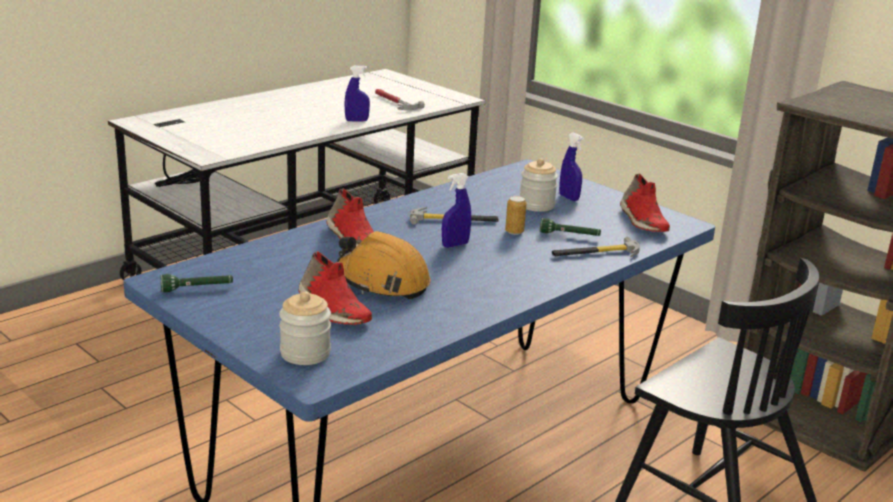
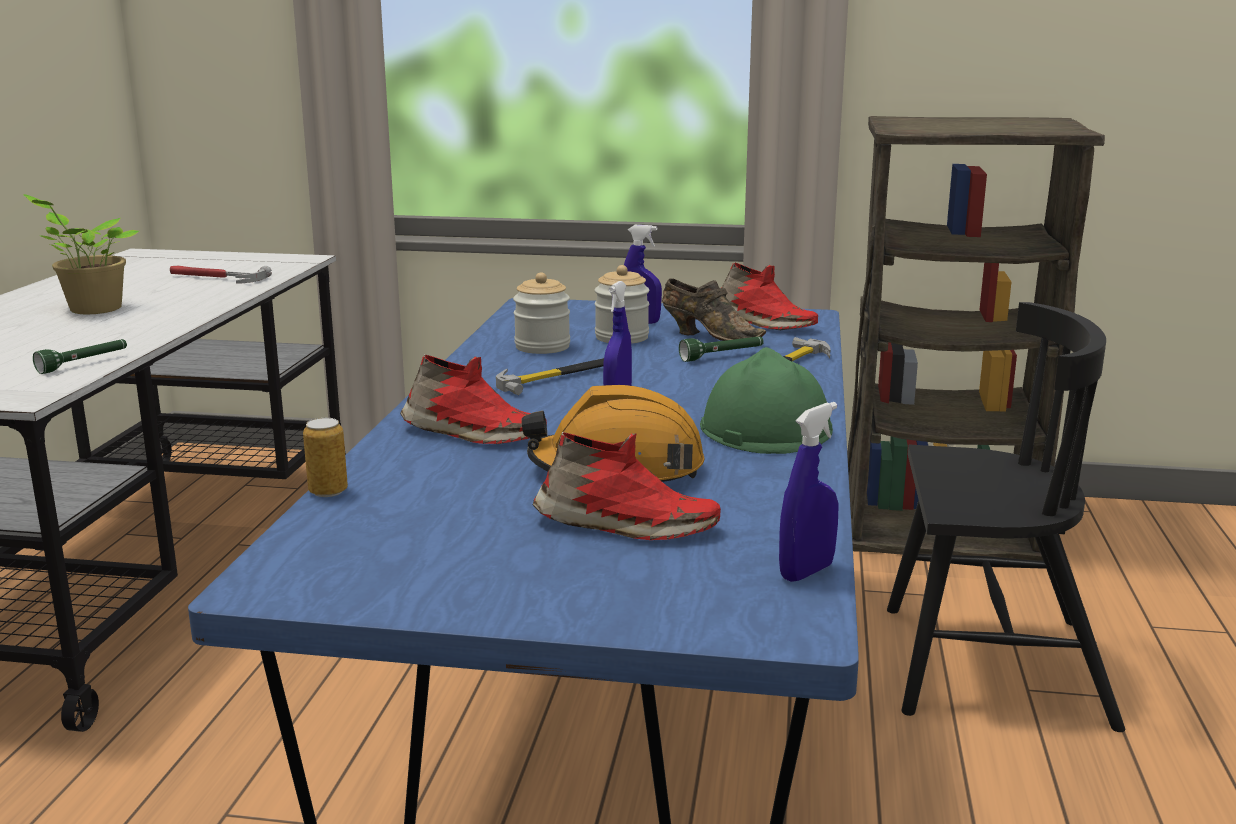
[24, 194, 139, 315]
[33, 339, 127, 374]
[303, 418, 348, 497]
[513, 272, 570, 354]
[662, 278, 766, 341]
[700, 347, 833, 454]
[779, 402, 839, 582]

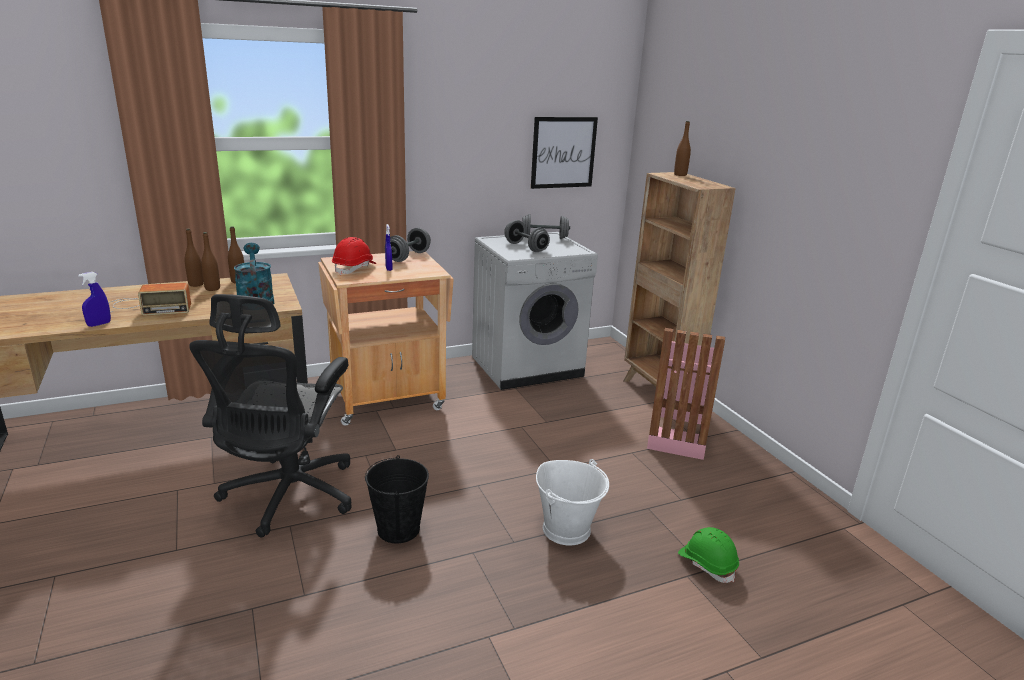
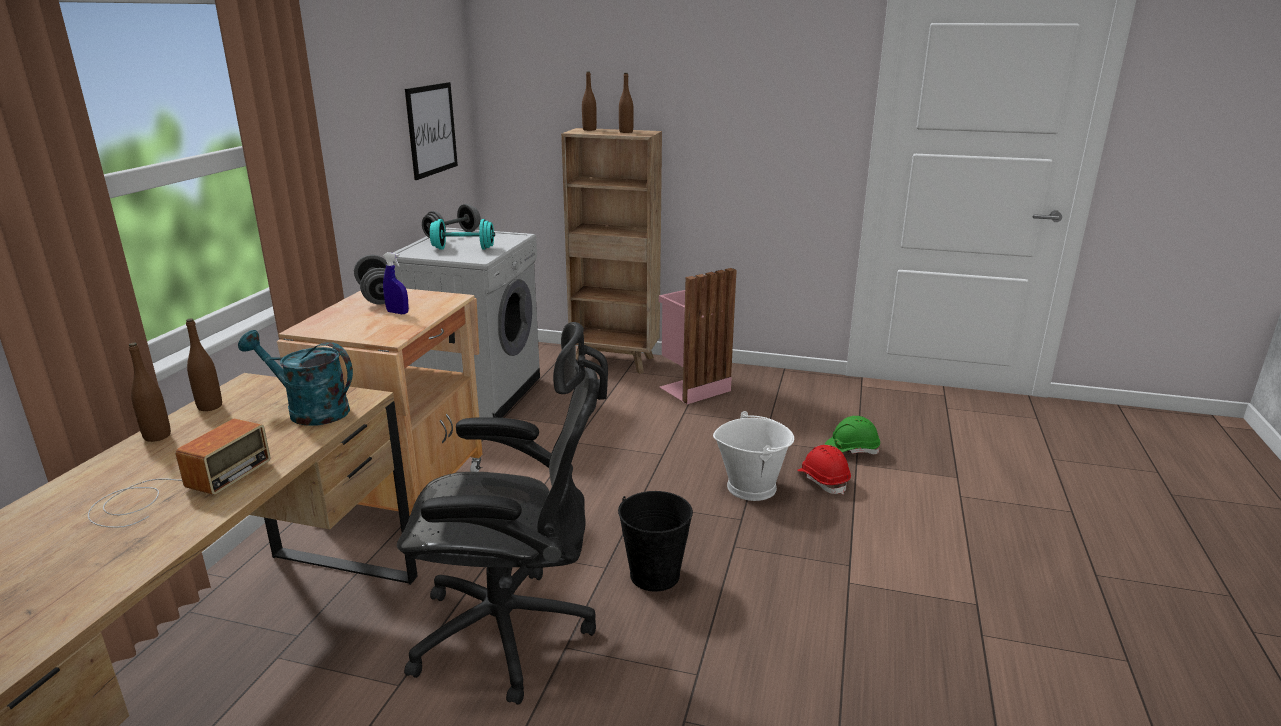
[397, 322, 608, 705]
[429, 219, 495, 250]
[619, 73, 634, 133]
[797, 445, 851, 495]
[78, 272, 111, 327] (first image)

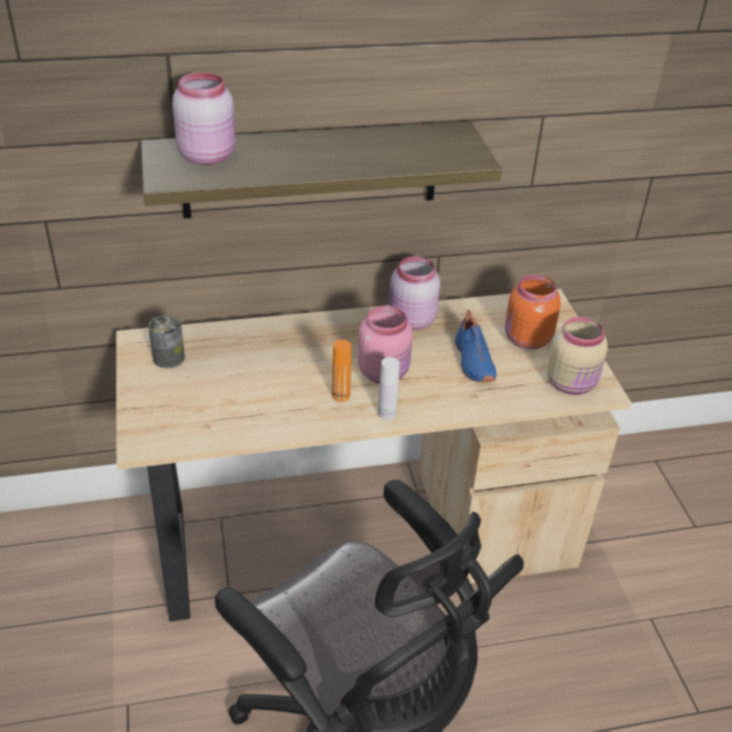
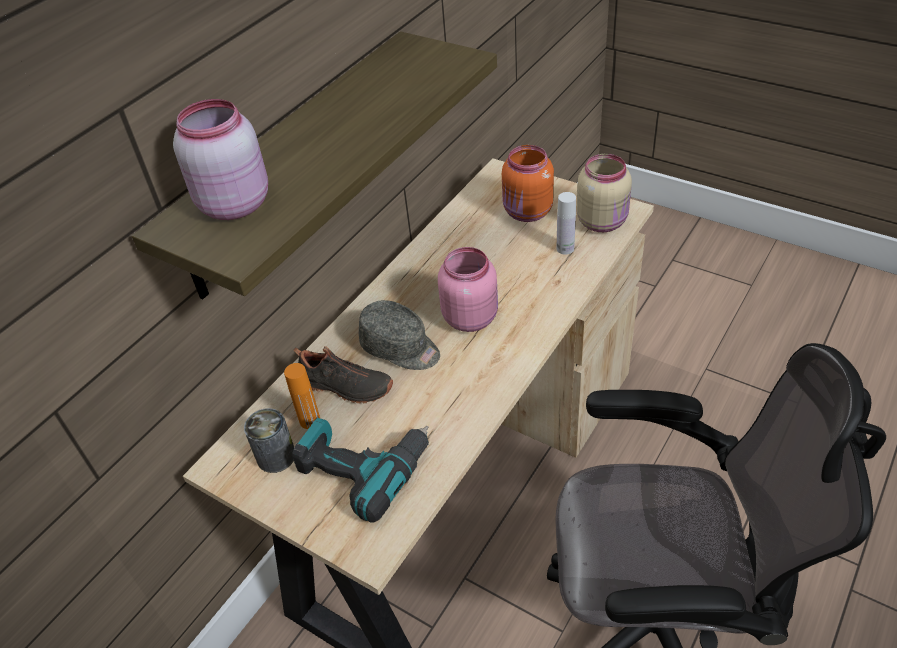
[284, 363, 320, 429]
[292, 418, 429, 523]
[293, 346, 393, 403]
[359, 300, 440, 370]
[557, 192, 576, 255]
[389, 256, 440, 330] (first image)
[455, 310, 496, 382] (first image)

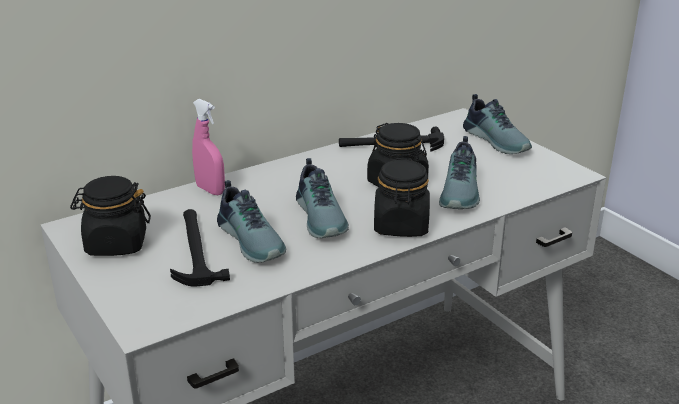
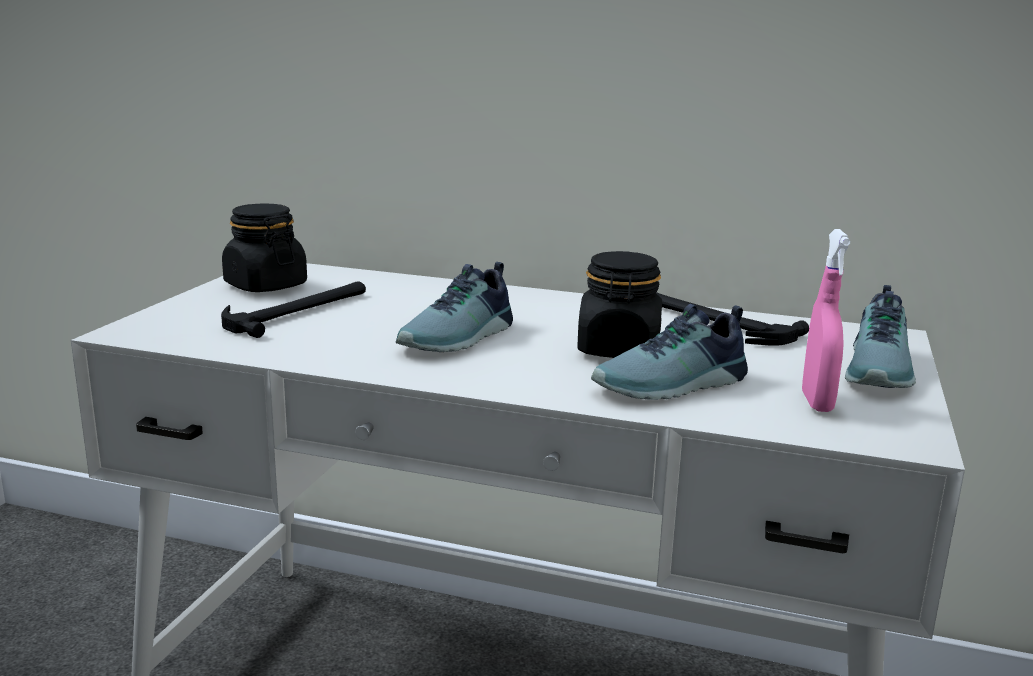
[802, 229, 850, 412]
[217, 180, 286, 263] (first image)
[374, 158, 430, 237] (first image)

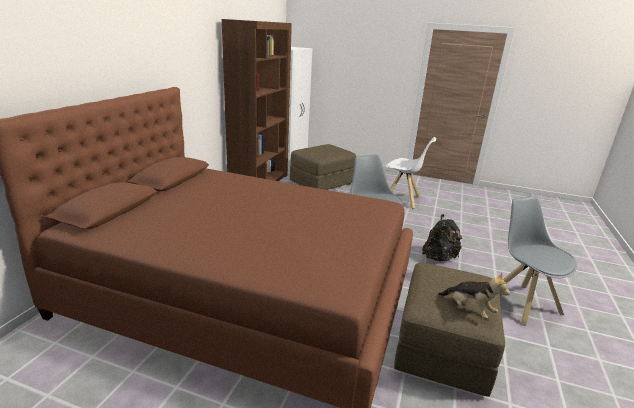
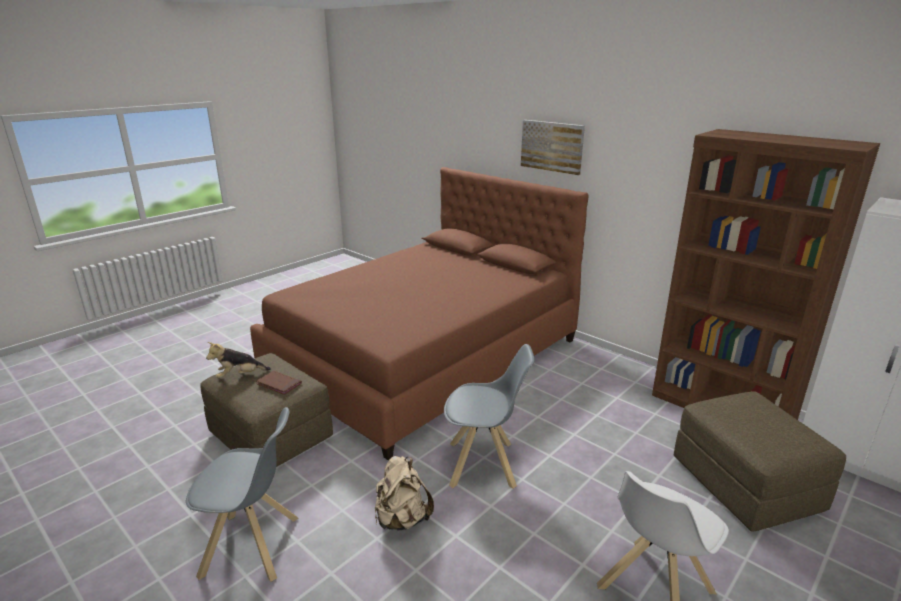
[256, 371, 302, 395]
[375, 456, 434, 530]
[521, 120, 585, 175]

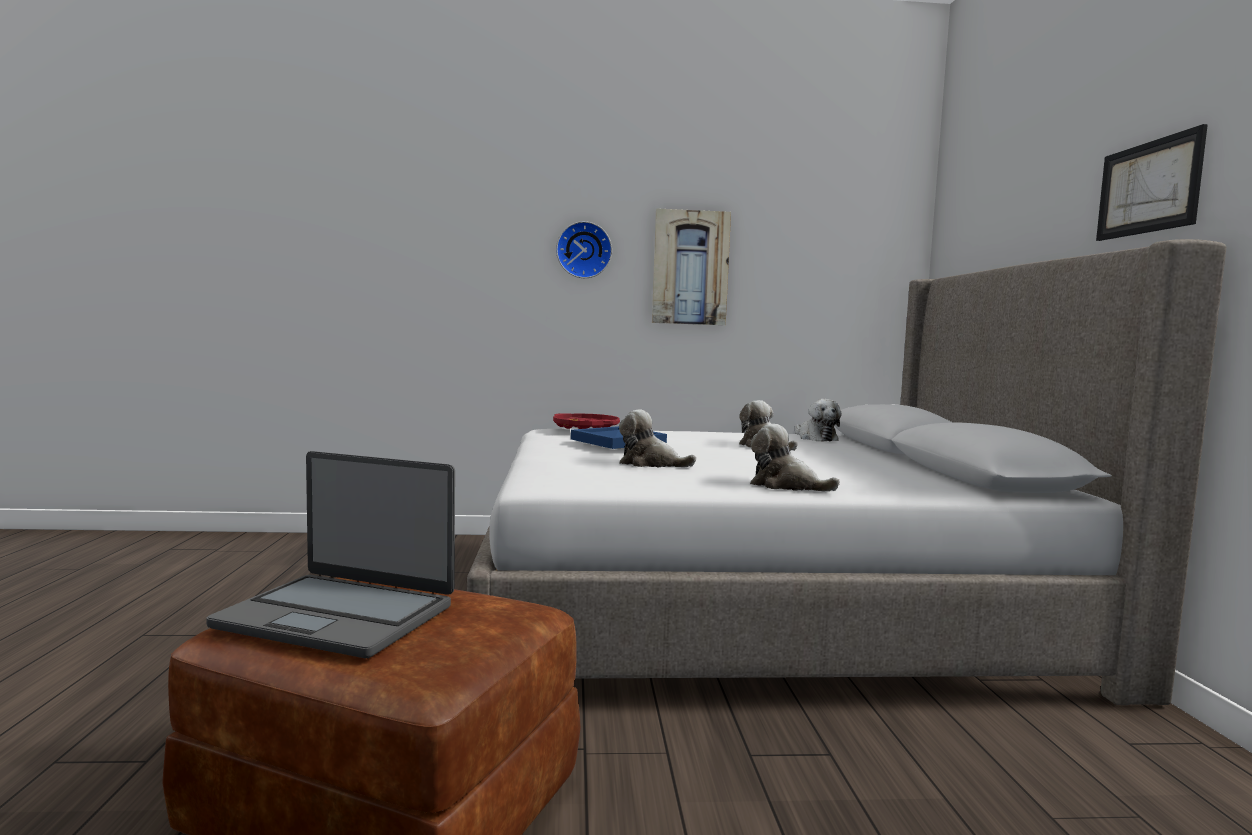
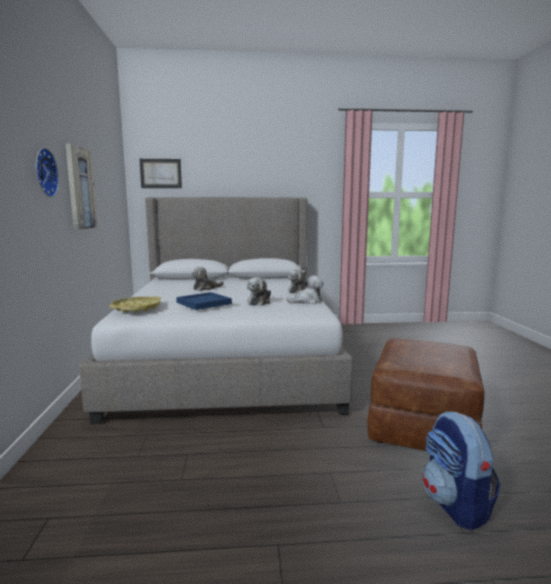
[109, 297, 161, 313]
[139, 159, 182, 188]
[286, 275, 324, 304]
[423, 411, 500, 530]
[206, 451, 455, 658] (first image)

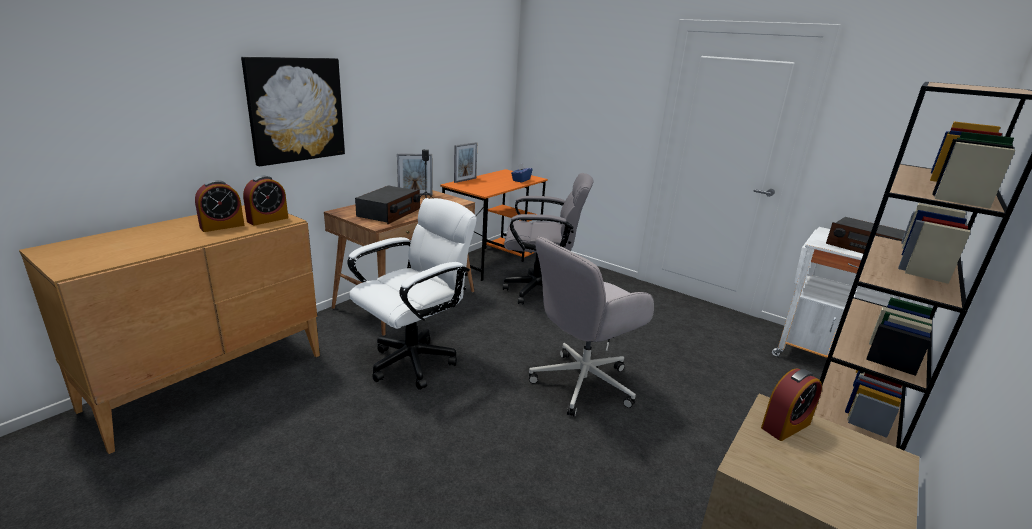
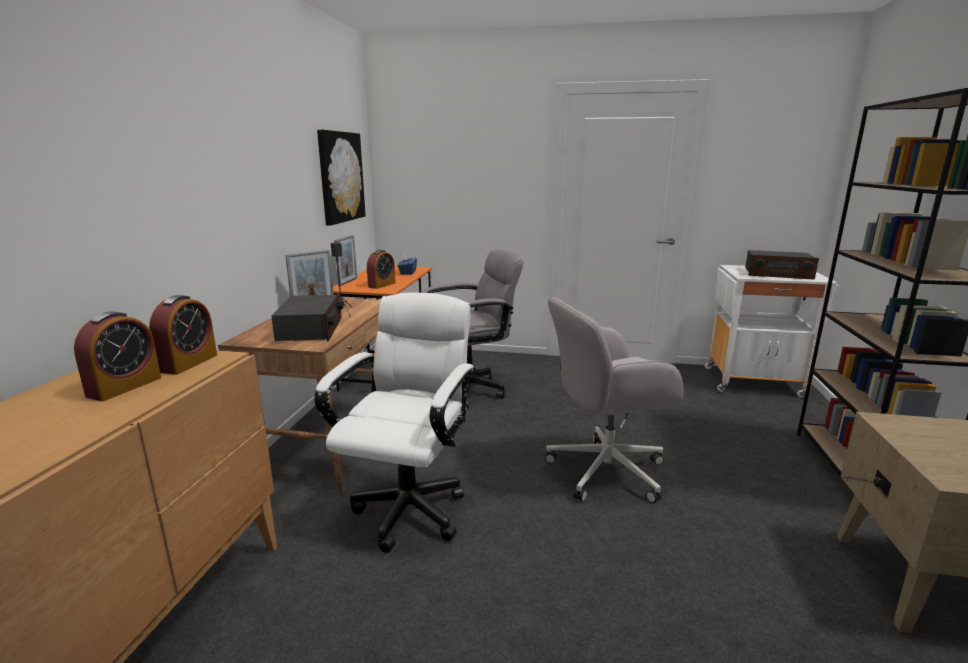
[317, 130, 366, 226]
[367, 250, 396, 289]
[545, 297, 684, 503]

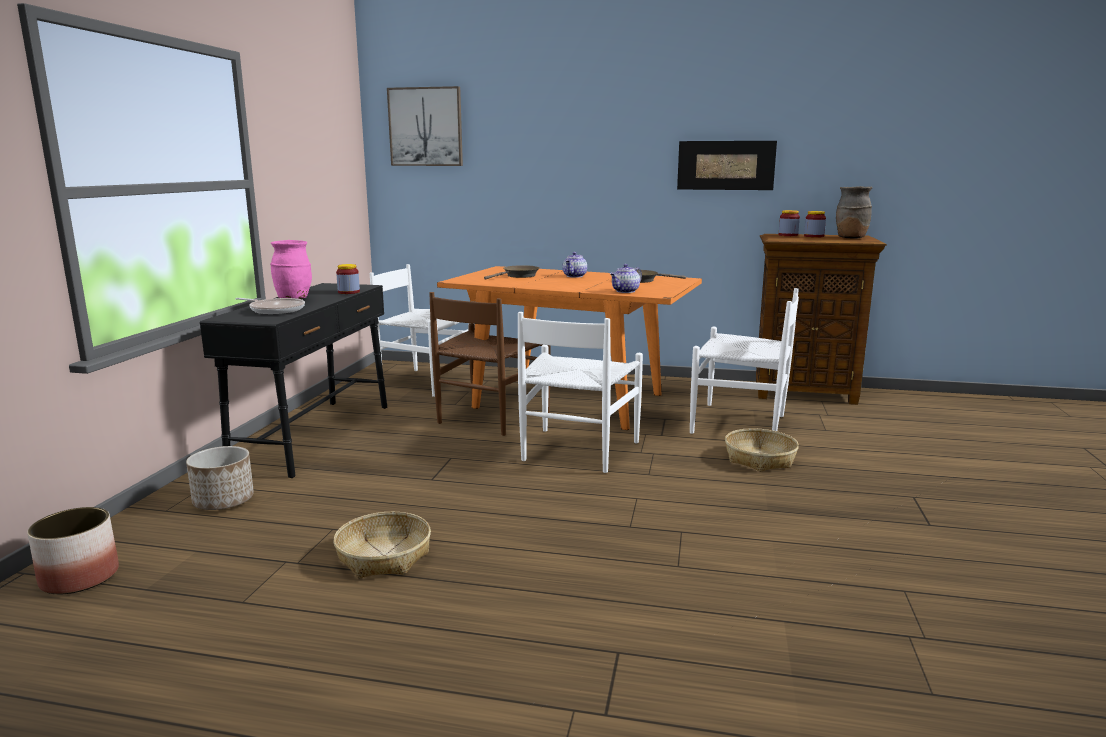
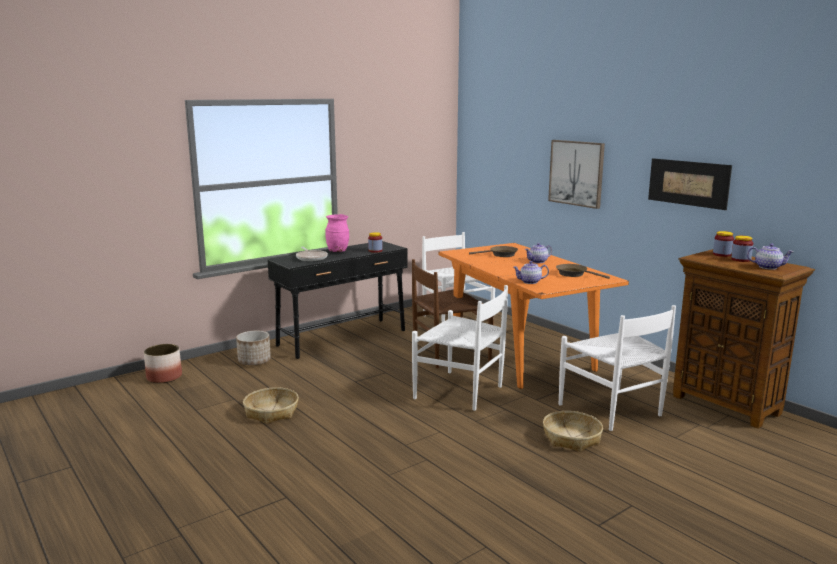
[412, 285, 508, 411]
[548, 140, 605, 209]
[747, 244, 794, 270]

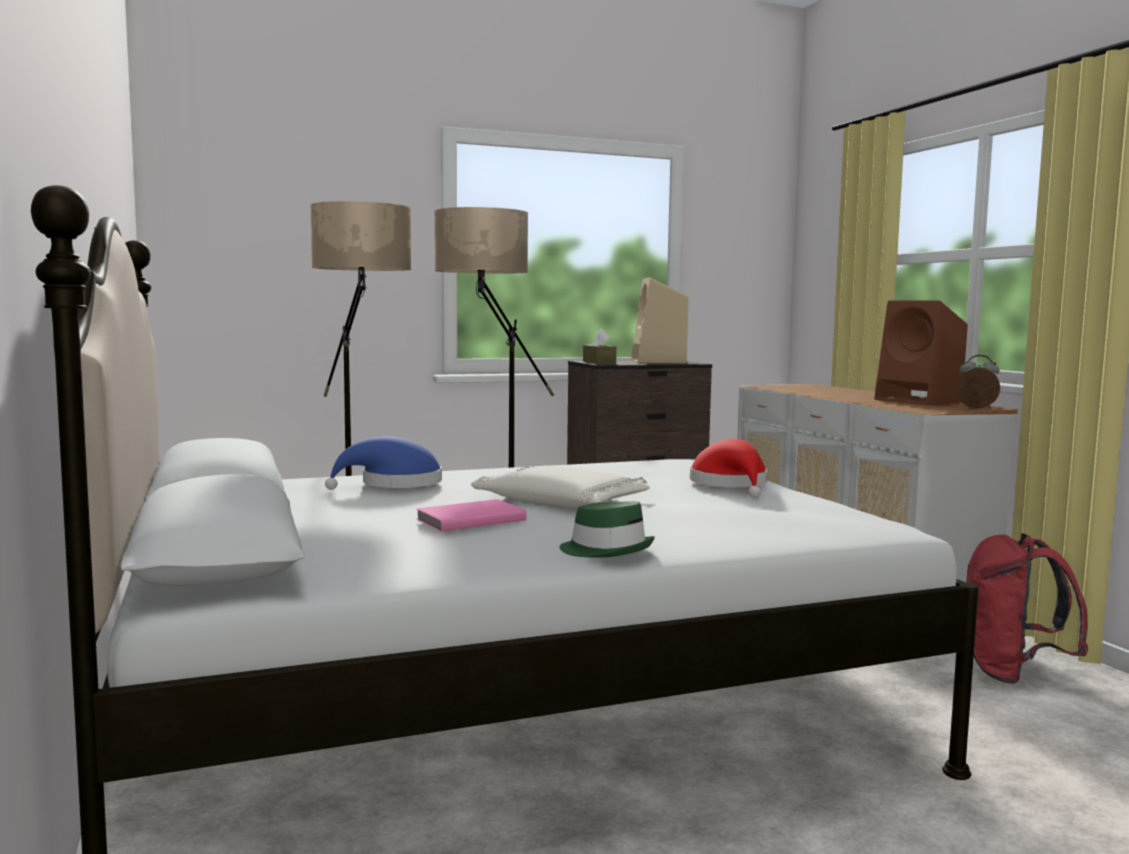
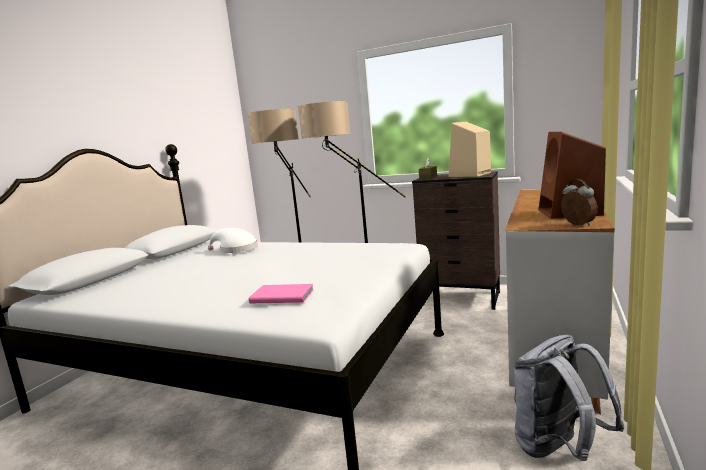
[208, 228, 258, 253]
[249, 284, 313, 303]
[514, 335, 624, 461]
[470, 466, 650, 509] (first image)
[559, 501, 655, 558] (first image)
[690, 439, 767, 498] (first image)

